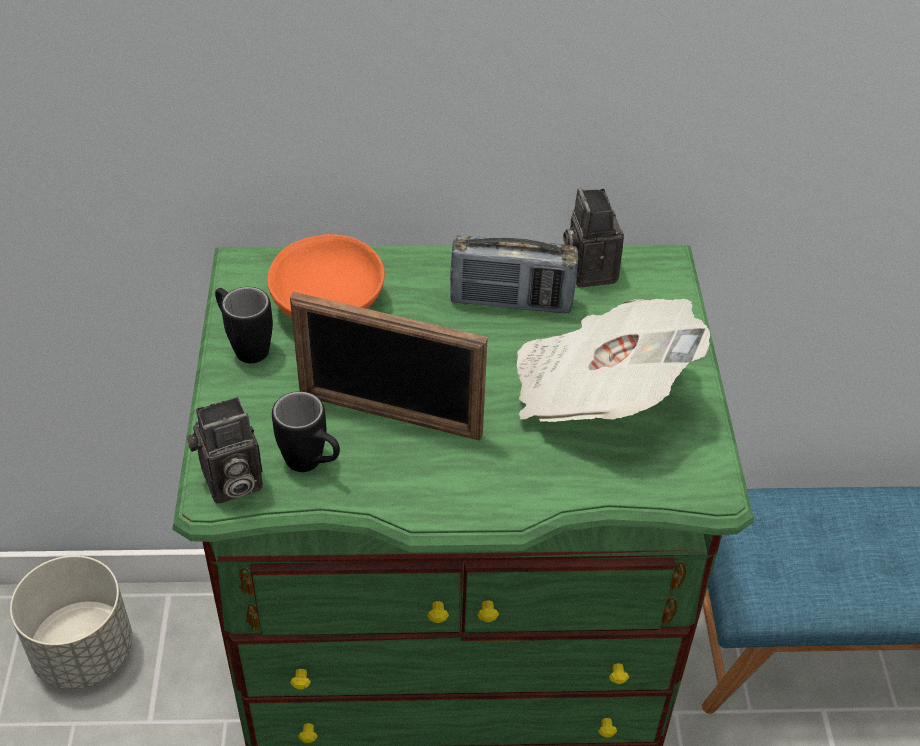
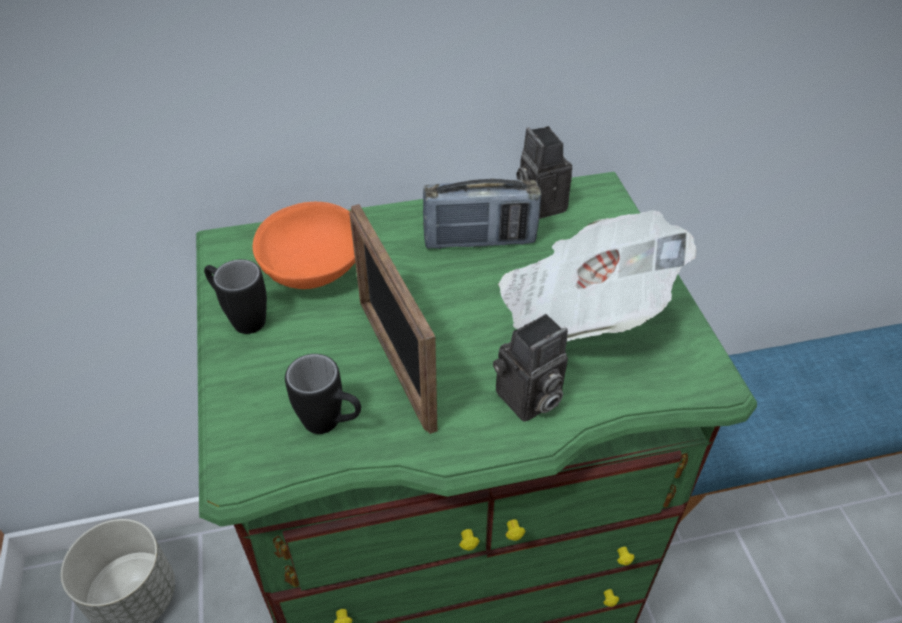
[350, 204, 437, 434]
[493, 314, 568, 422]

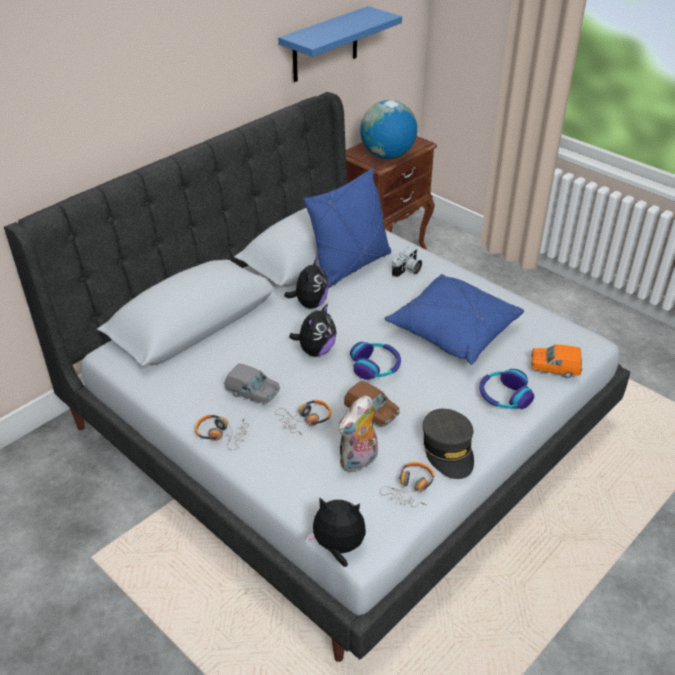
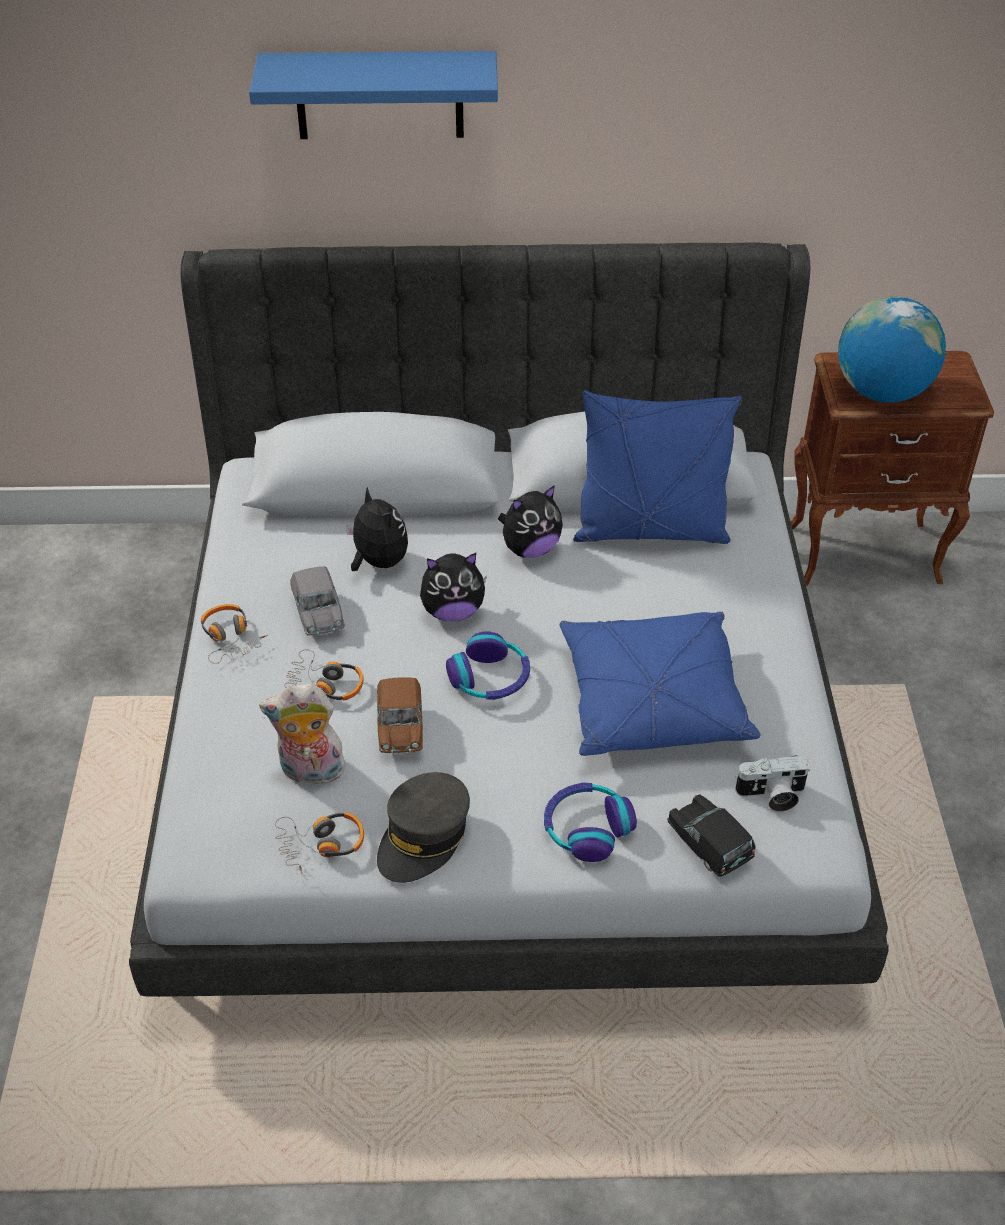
[249, 51, 498, 139]
[346, 487, 408, 571]
[668, 794, 755, 877]
[735, 755, 810, 812]

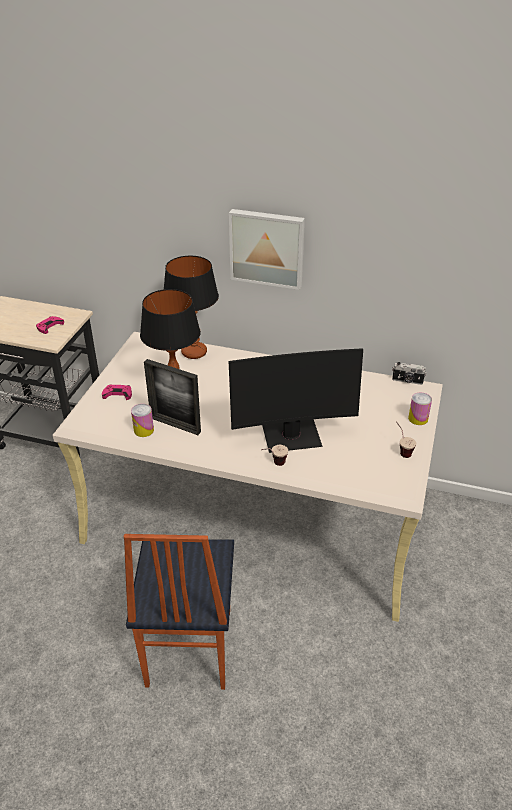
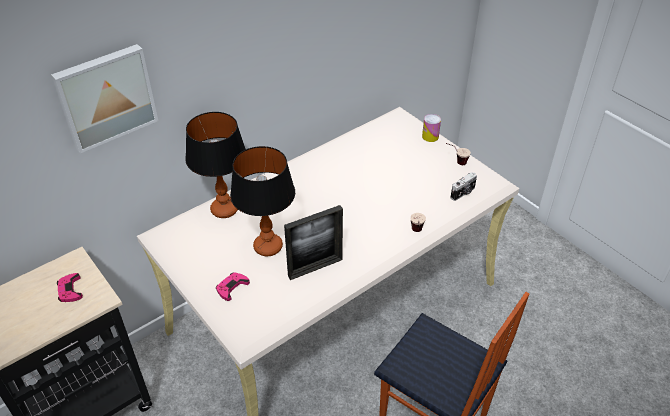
[51, 44, 158, 153]
[450, 172, 477, 201]
[131, 404, 154, 437] (first image)
[229, 348, 363, 453] (first image)

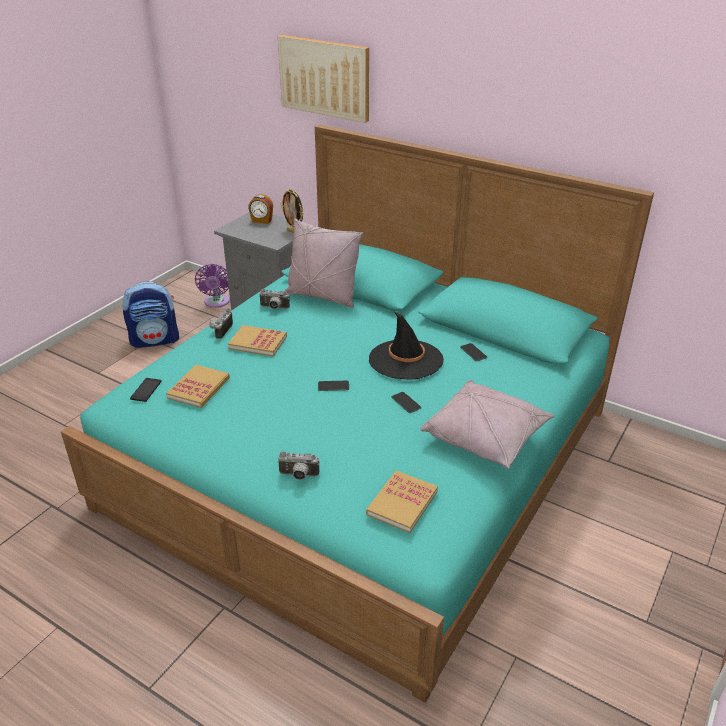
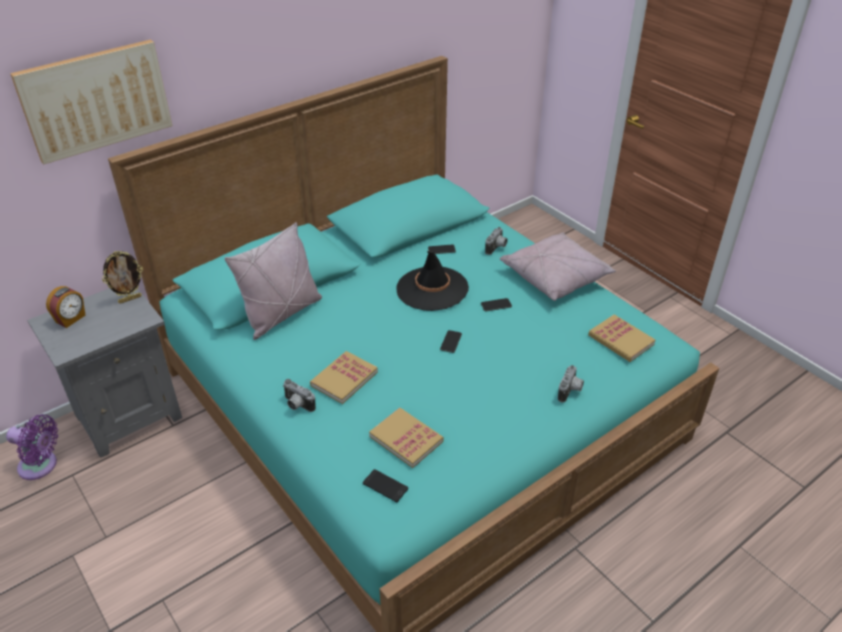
[485, 227, 508, 255]
[122, 281, 179, 348] (first image)

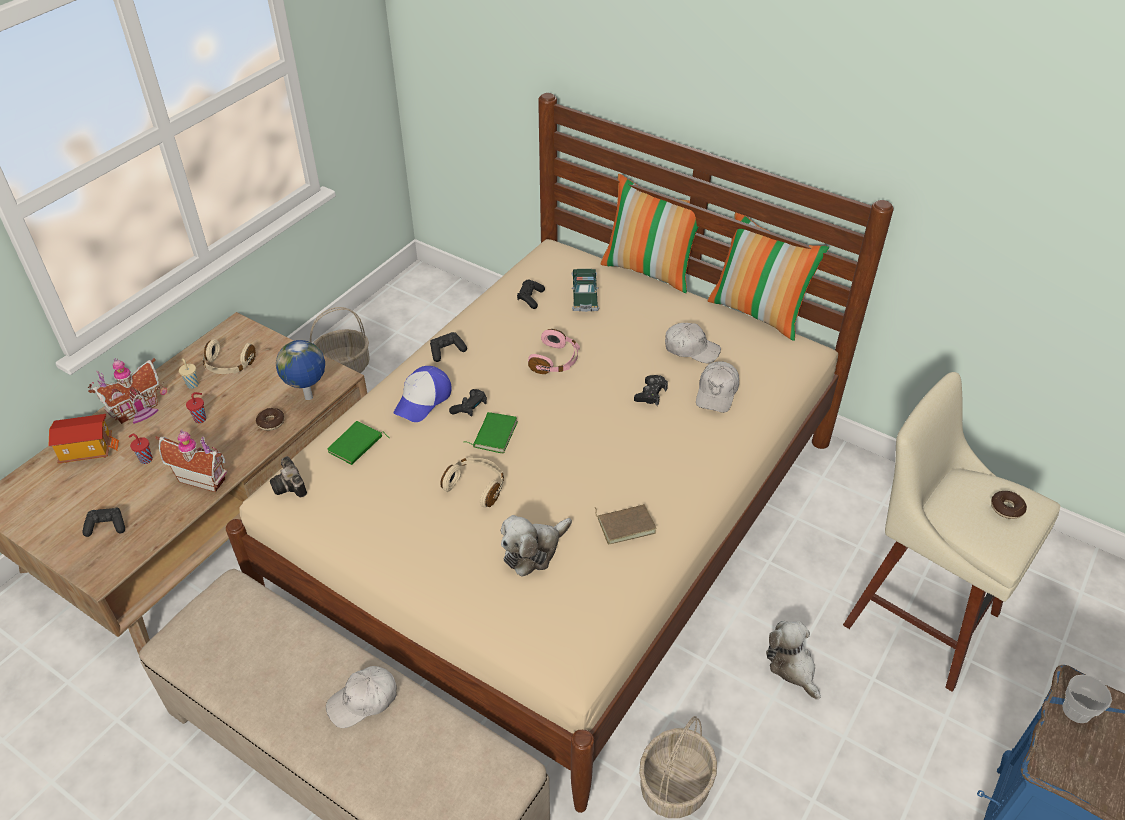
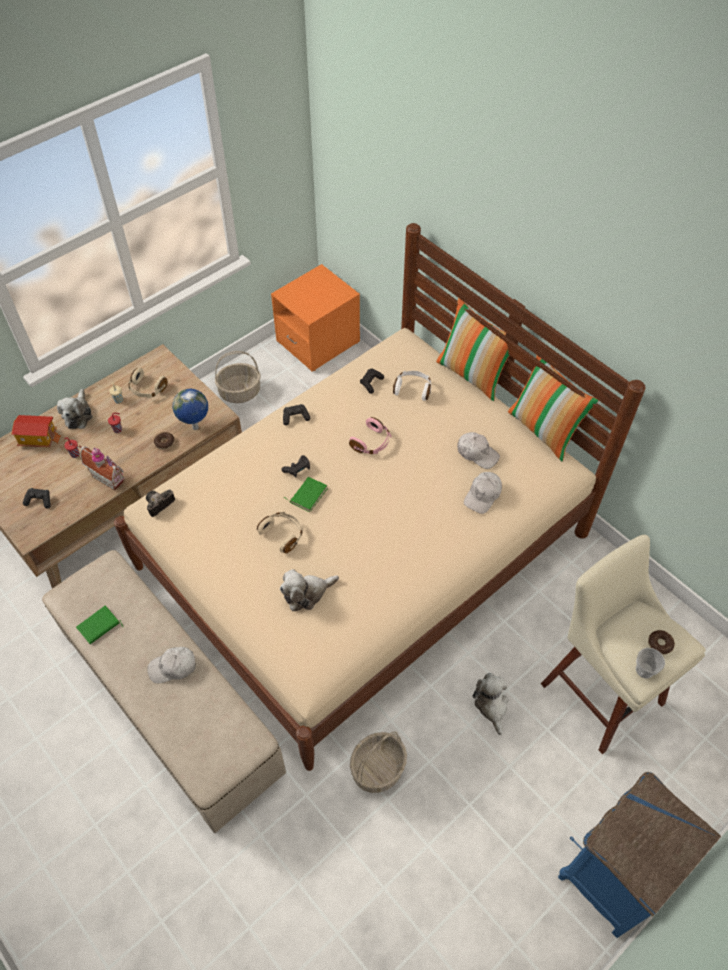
[57, 389, 93, 429]
[76, 606, 123, 644]
[146, 489, 175, 517]
[271, 264, 360, 372]
[393, 371, 431, 401]
[636, 648, 665, 679]
[393, 366, 451, 422] (first image)
[595, 504, 657, 544] (first image)
[634, 375, 668, 406] (first image)

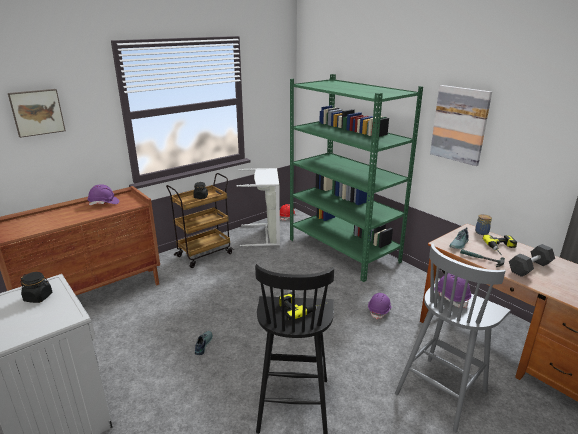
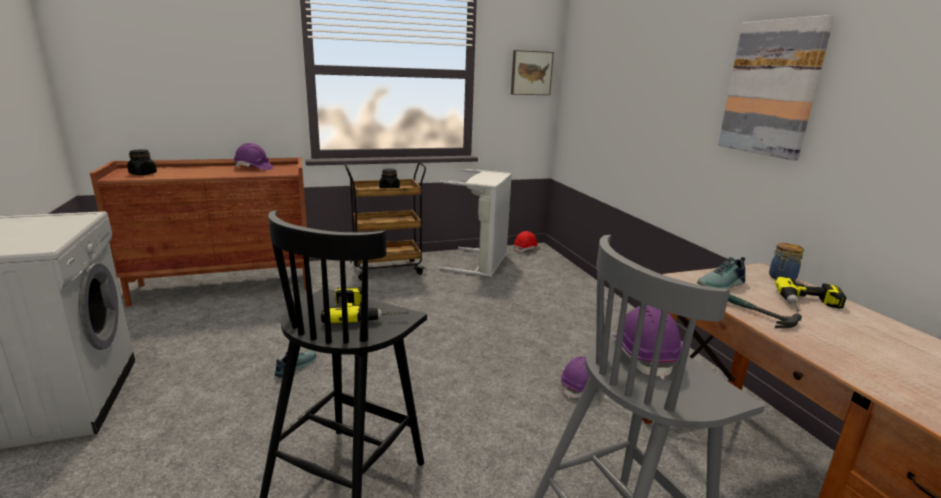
[127, 150, 157, 175]
[511, 50, 554, 95]
[290, 74, 423, 282] (first image)
[509, 244, 555, 277] (first image)

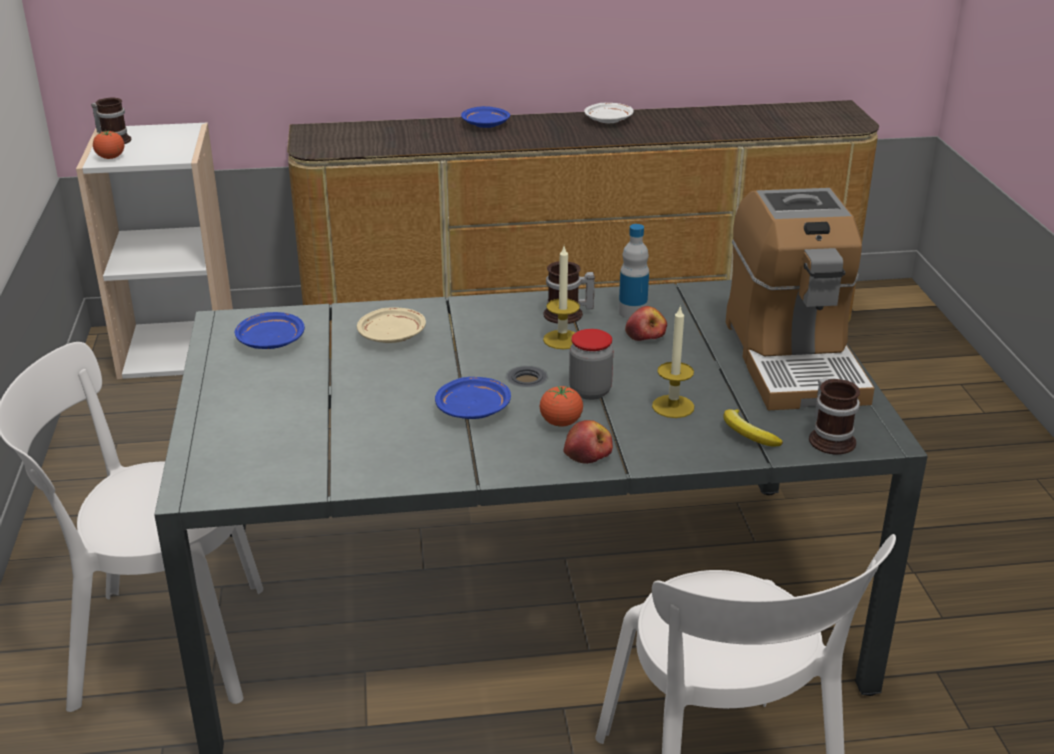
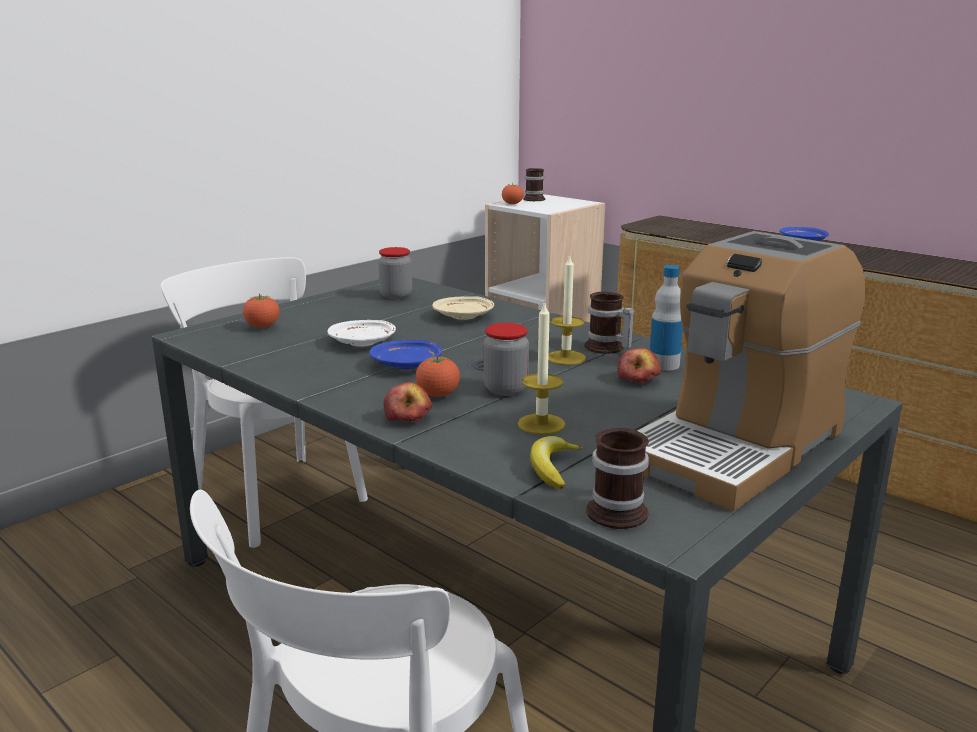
[243, 294, 279, 328]
[328, 320, 396, 347]
[378, 247, 412, 299]

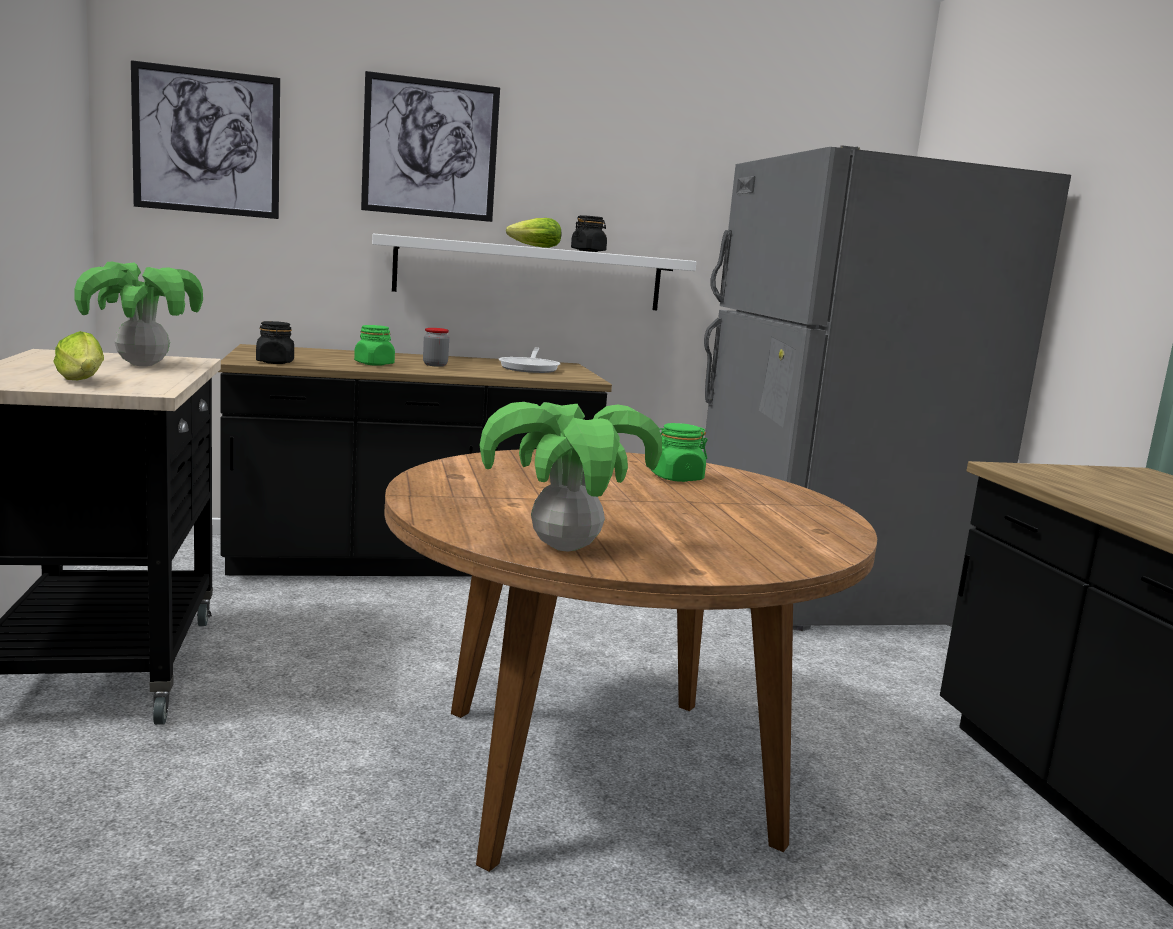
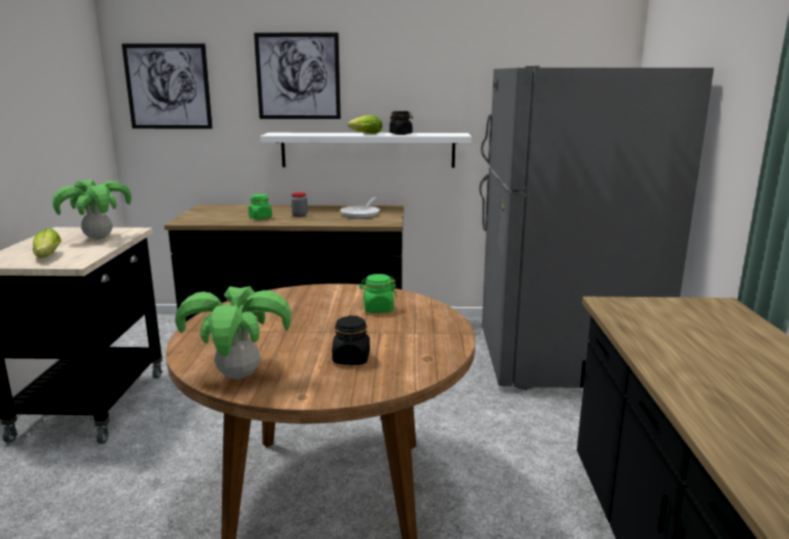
[332, 315, 370, 365]

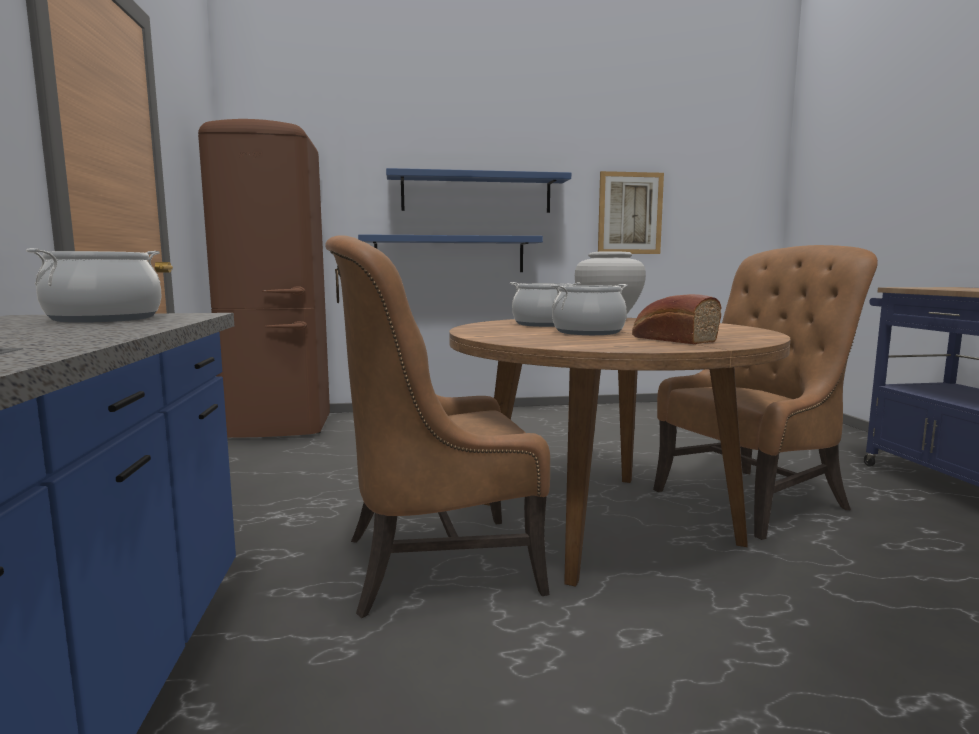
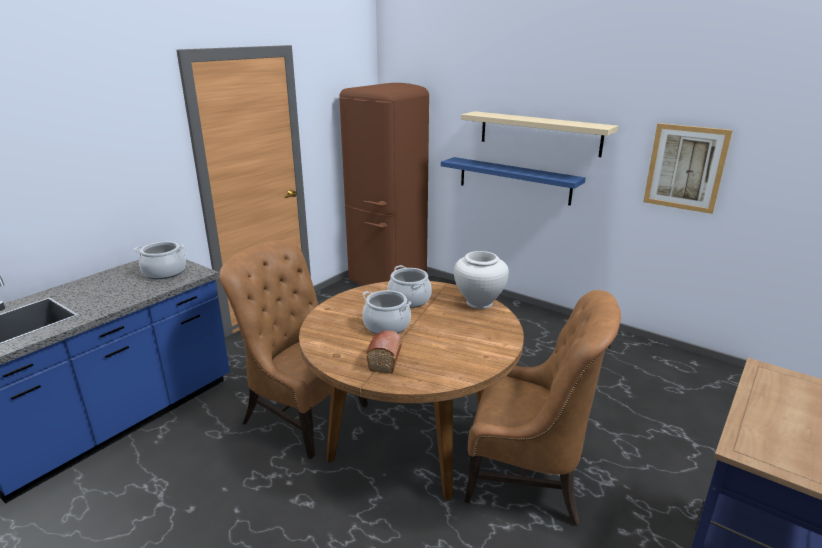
[461, 111, 618, 157]

